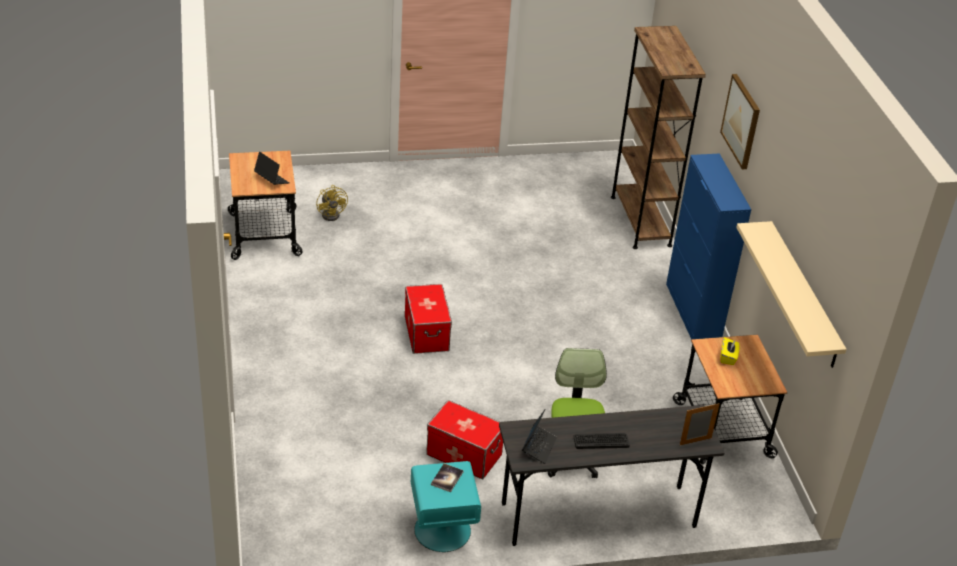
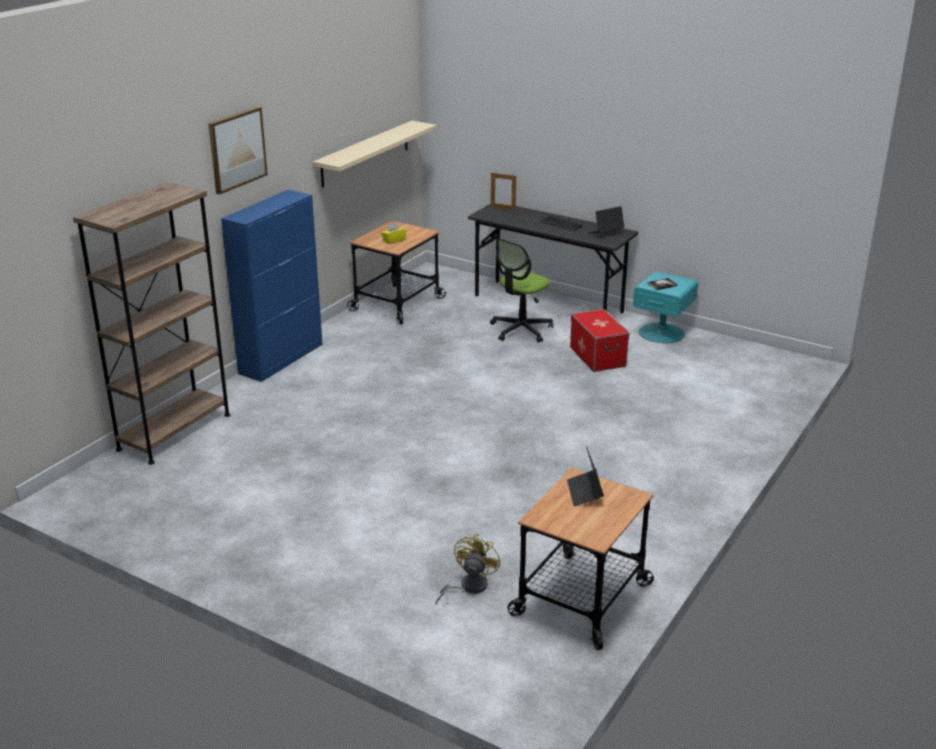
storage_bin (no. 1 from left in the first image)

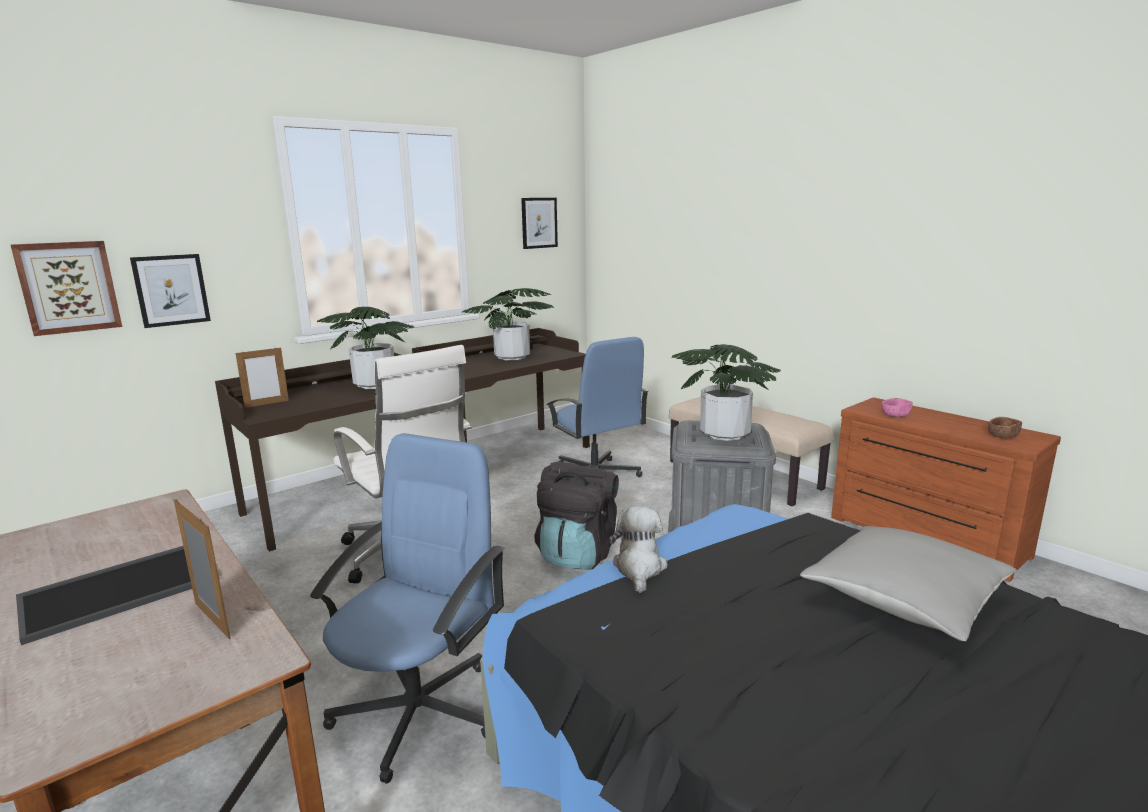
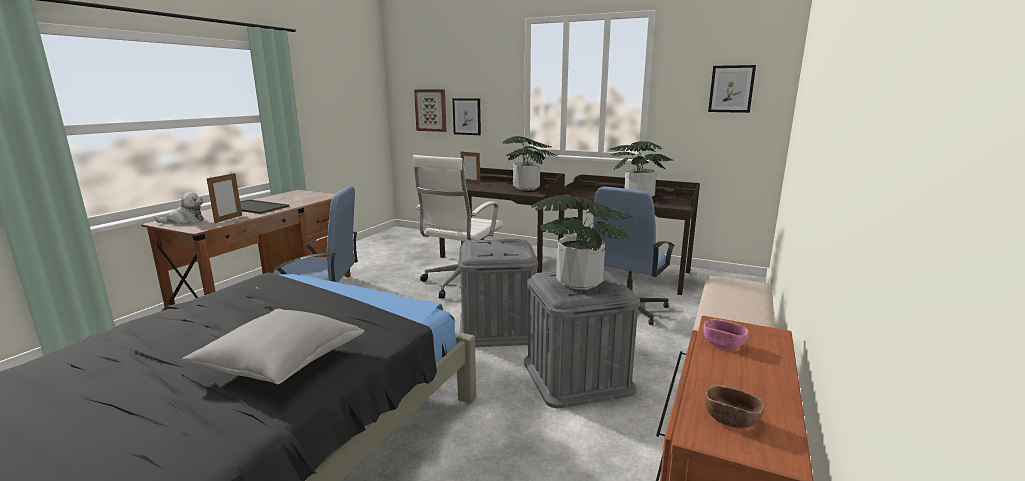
grey_storage_bin (no. 1 from left)
soft_toy

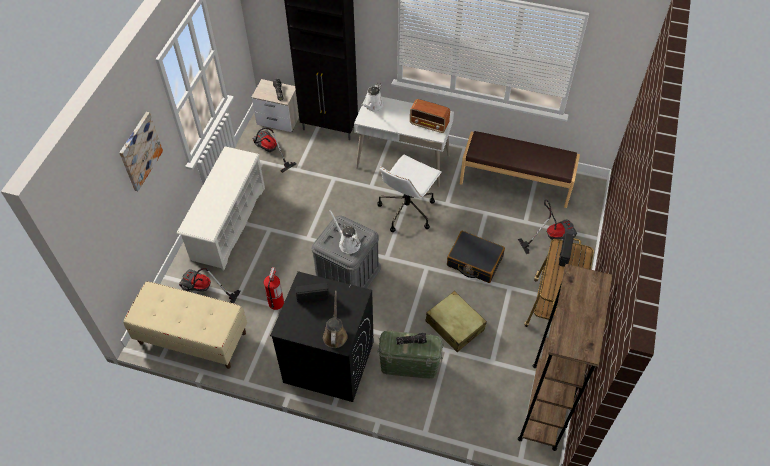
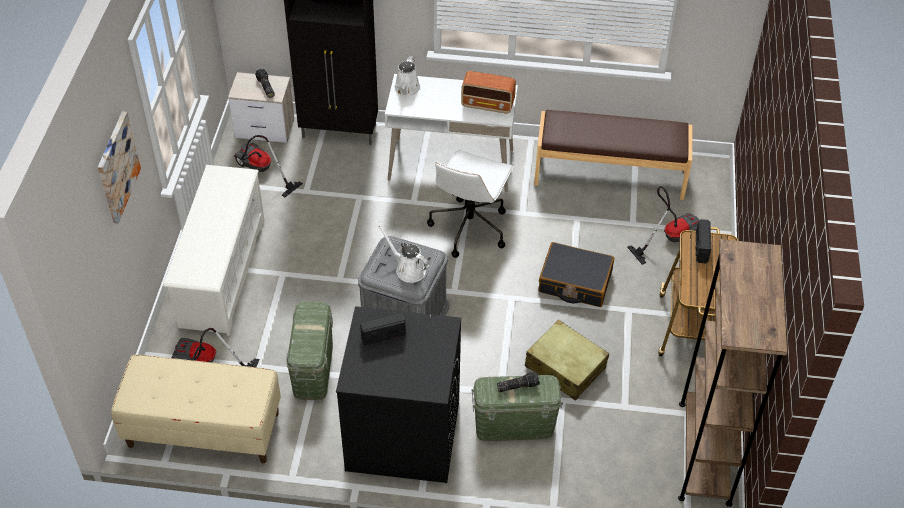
green_storage_bin (no. 1 from left)
brown-coloured_watering_pot

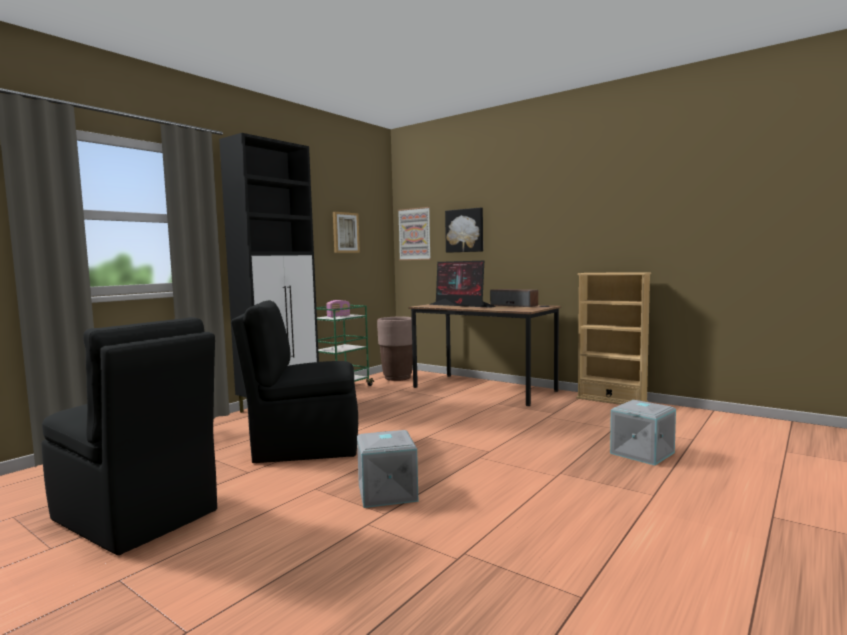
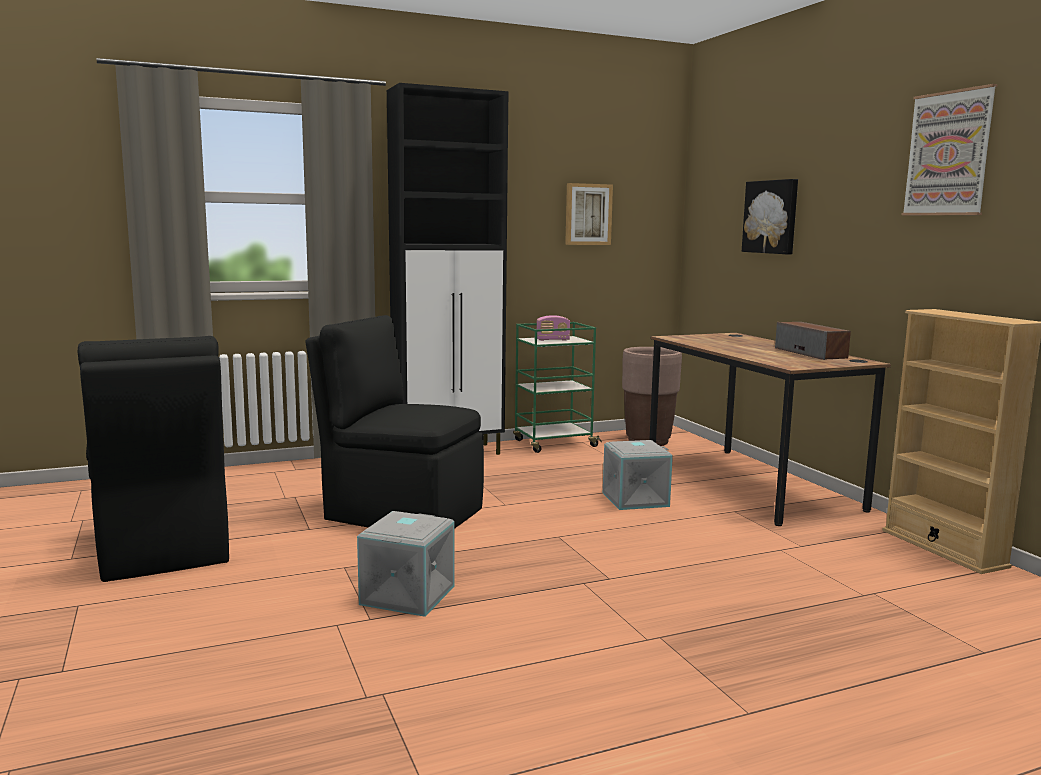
wall_picture (no. 3 from left)
computer_display
grey_storage_bin (no. 2 from left)

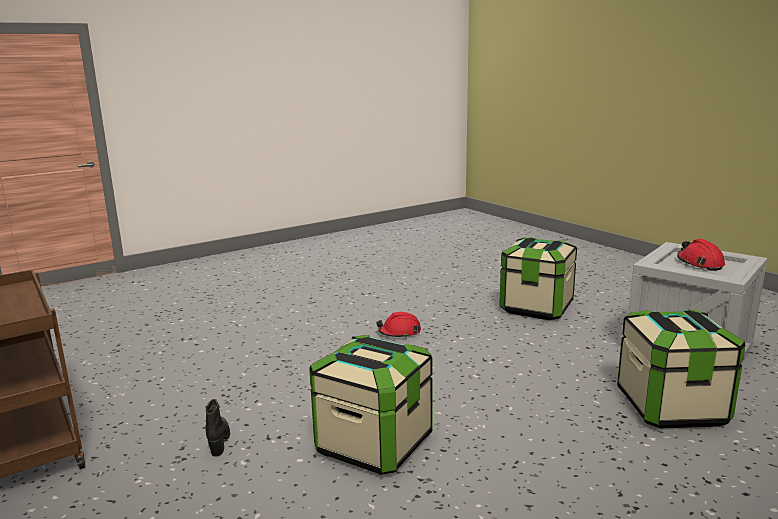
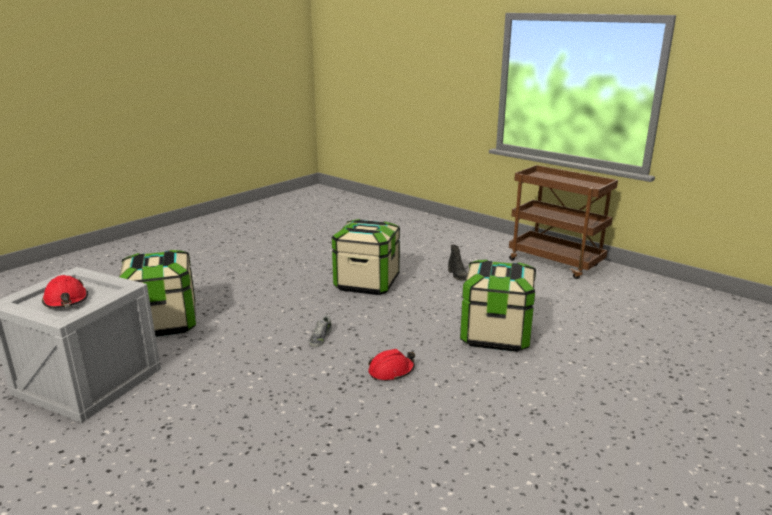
storage_bin (no. 3 from left)
item_of_footwear

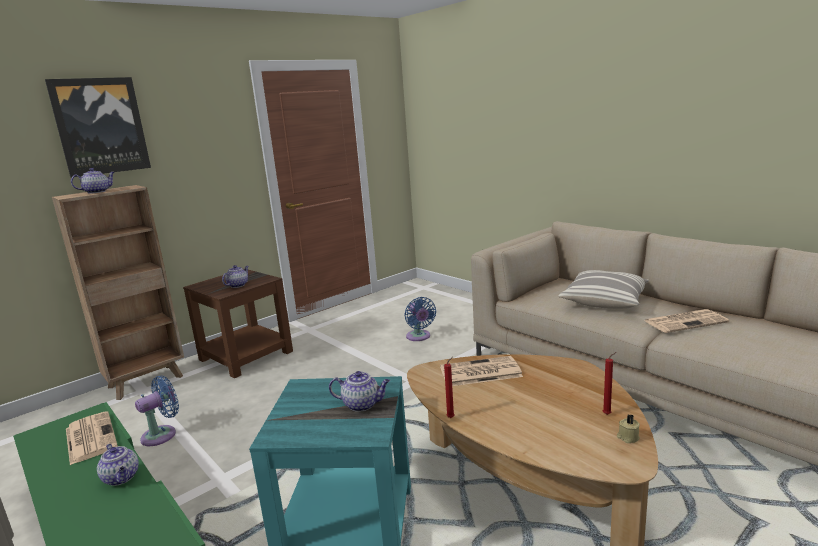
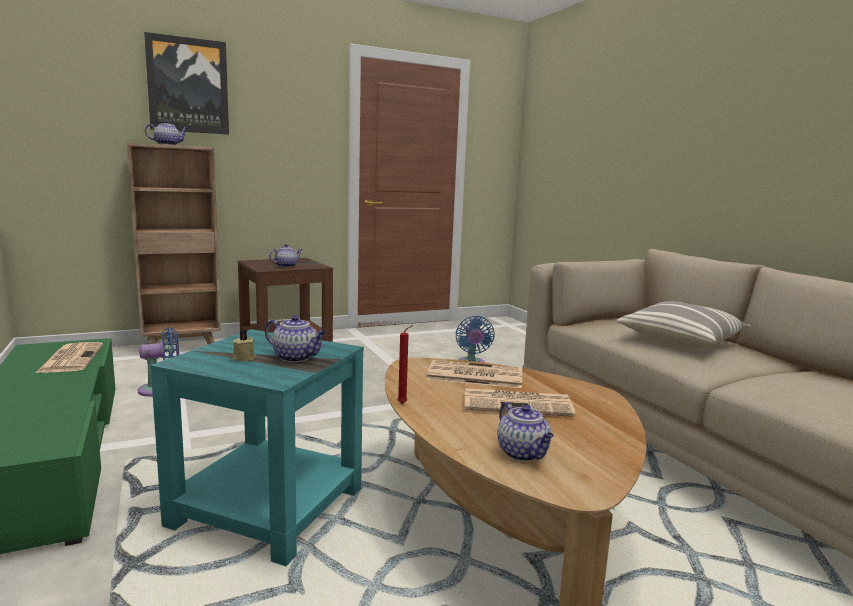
tea_pot (no. 4 from left)
red-coloured_wax_light (no. 2 from left in the first image)
beige-coloured_wax_light
printed_paper (no. 3 from left)

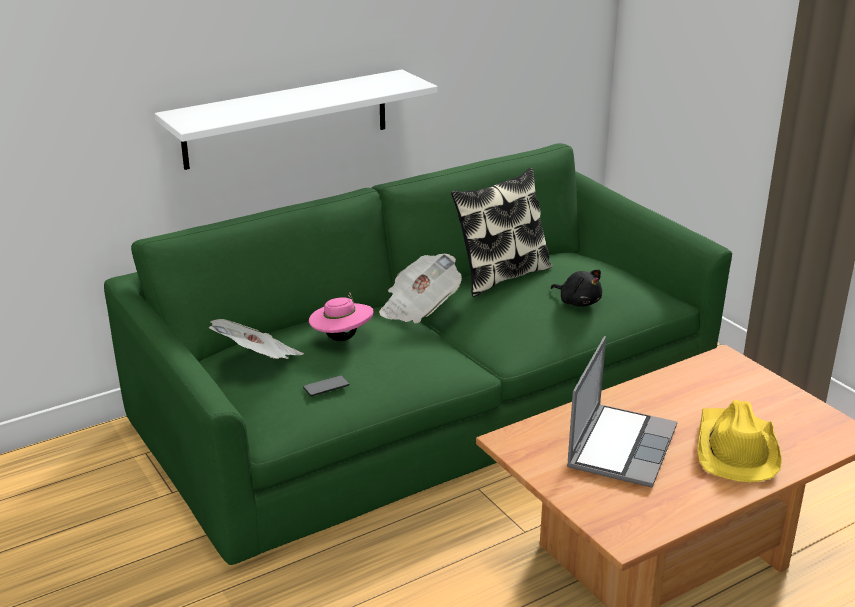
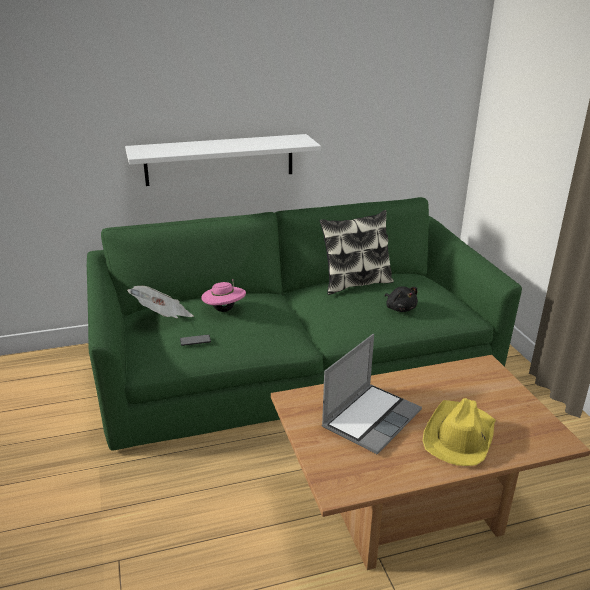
printed_paper (no. 2 from left in the first image)

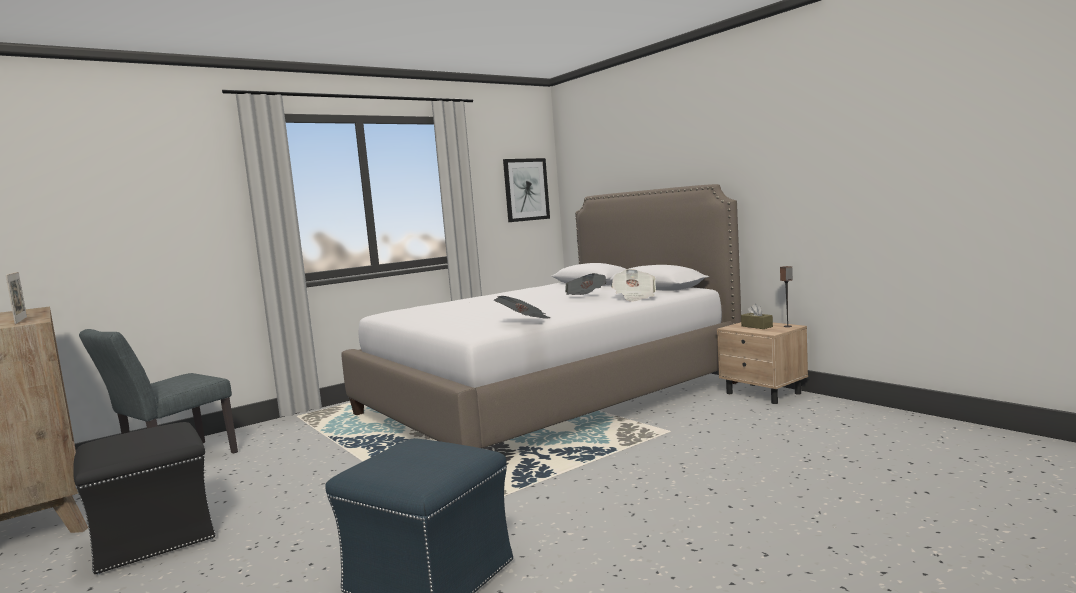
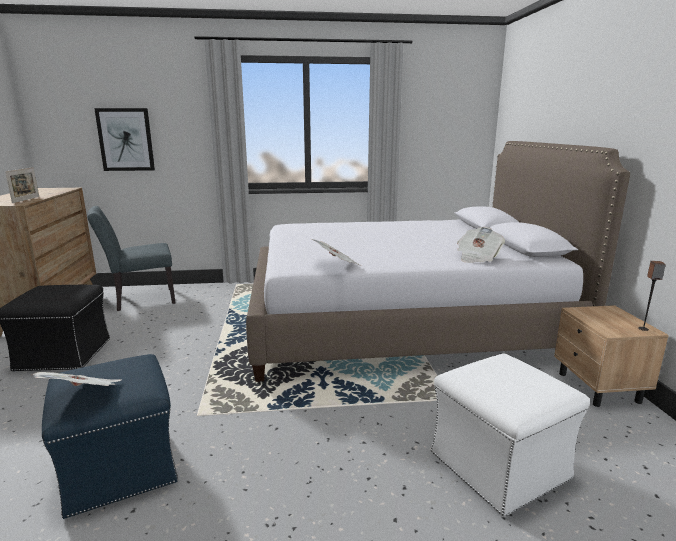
wall_picture
printed_paper (no. 1 from left)
brown-coloured_box_of_tissues
white_ottoman

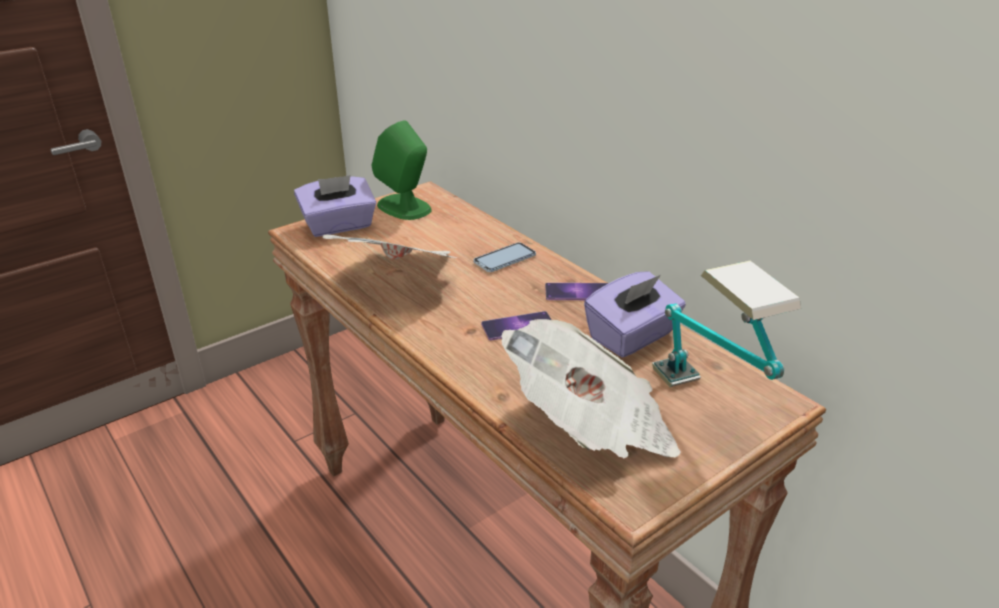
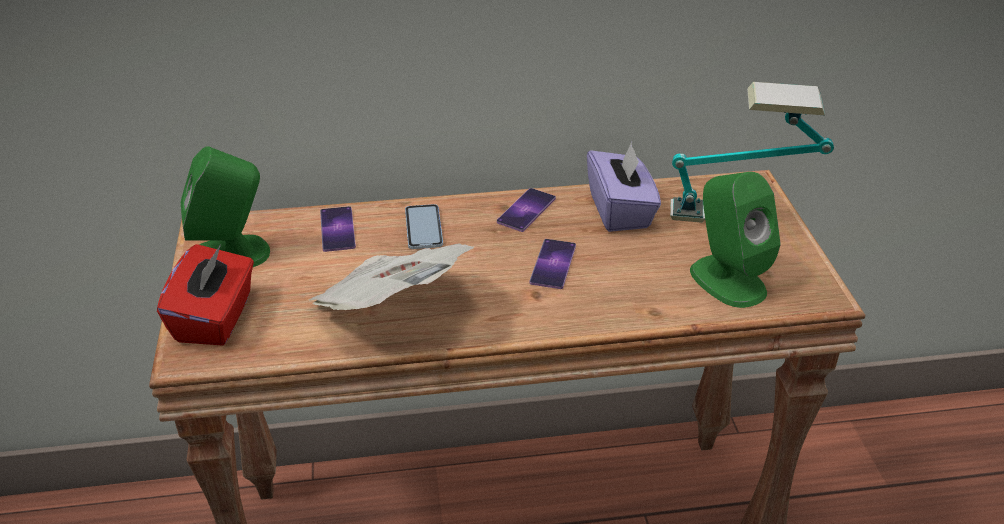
red-coloured_box_of_tissues
green_loudspeaker (no. 2 from left)
phone (no. 1 from left)

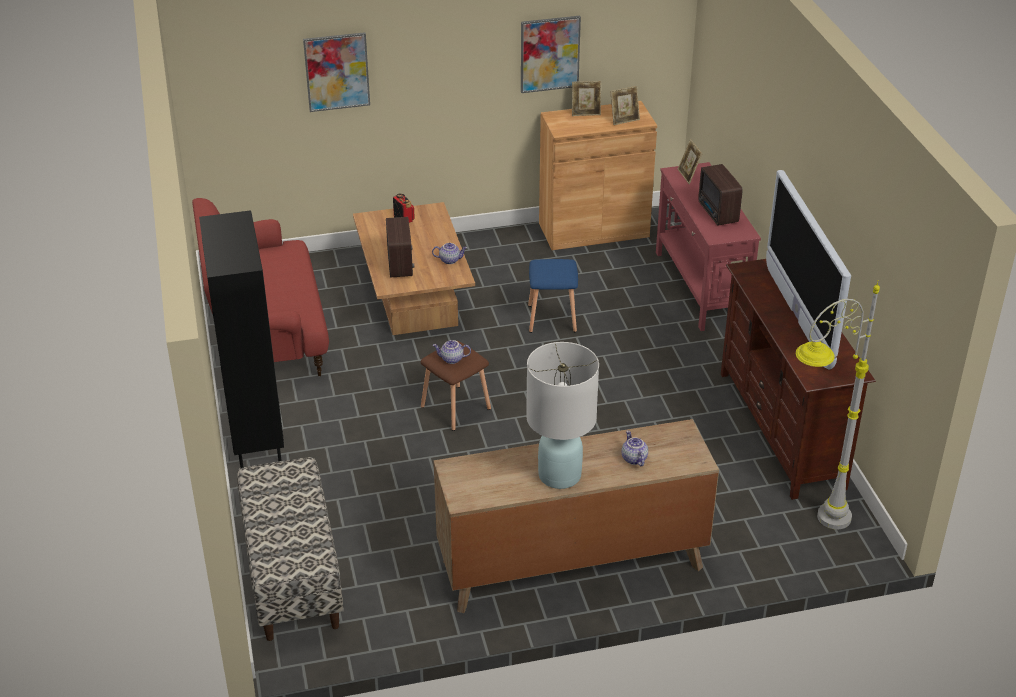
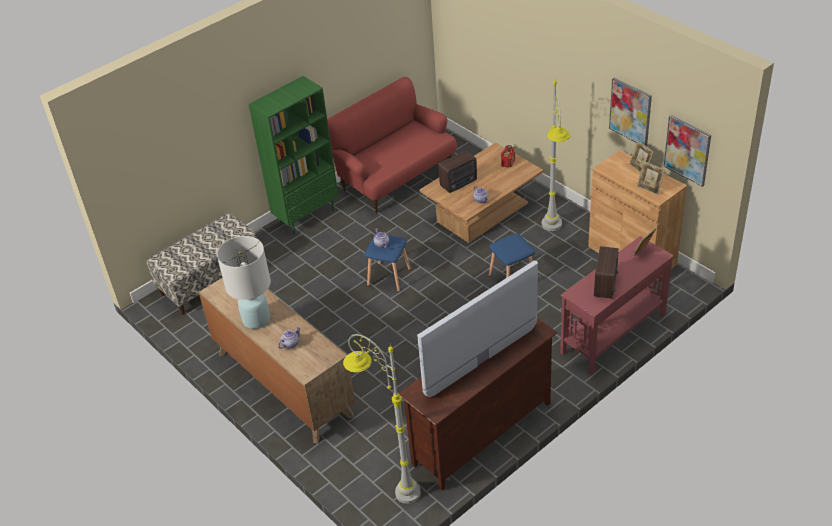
green_bookcase
wall_picture (no. 2 from left)
blue-coloured_sitting_stool (no. 1 from left)
radio_receiver (no. 3 from left)
grey_standard_lamp (no. 2 from left)

